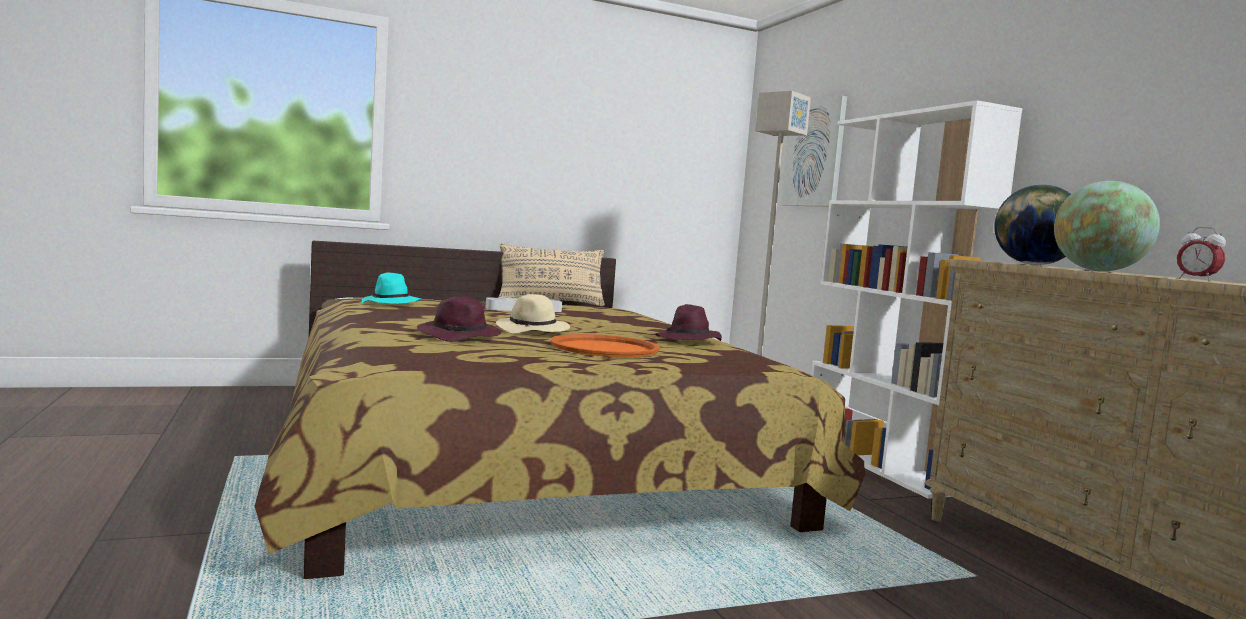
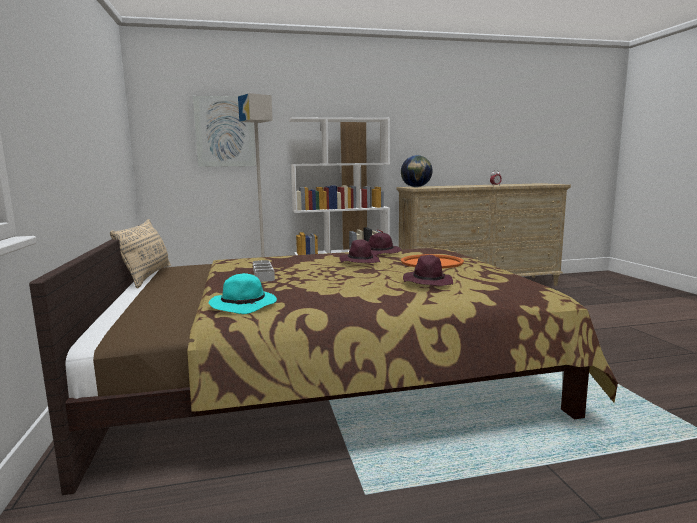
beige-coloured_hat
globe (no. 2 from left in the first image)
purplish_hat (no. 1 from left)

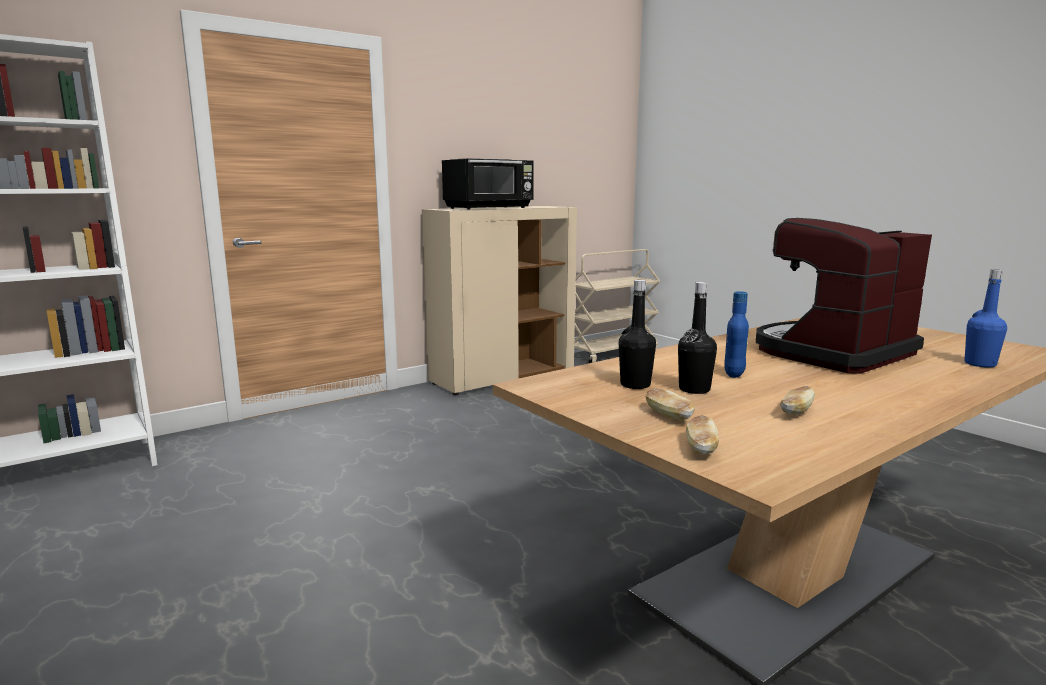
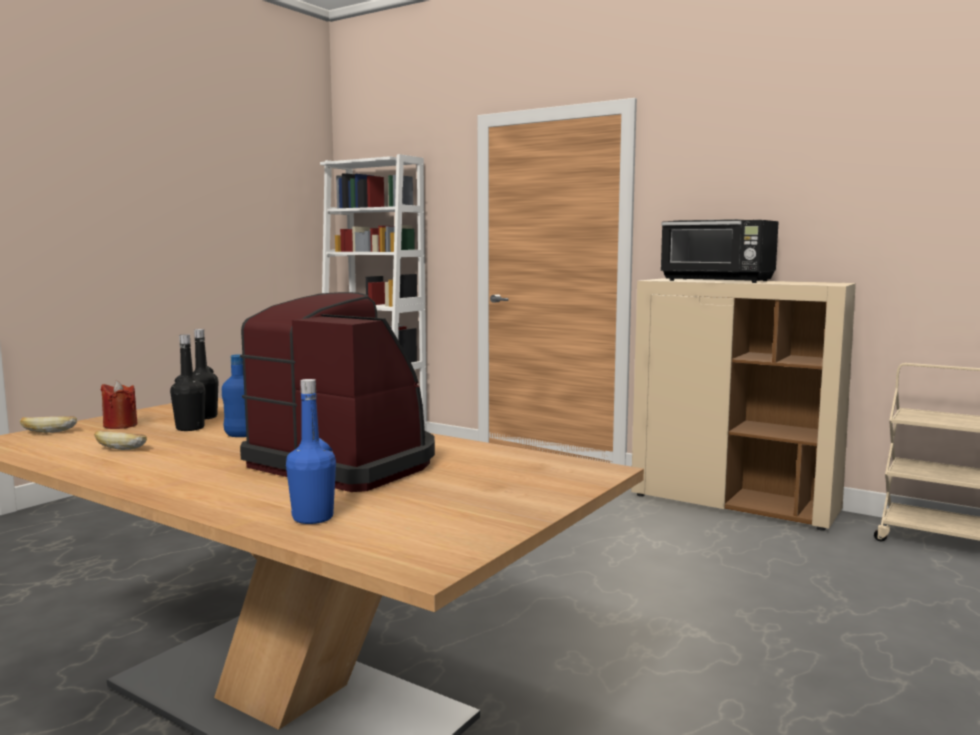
red-coloured_wax_light

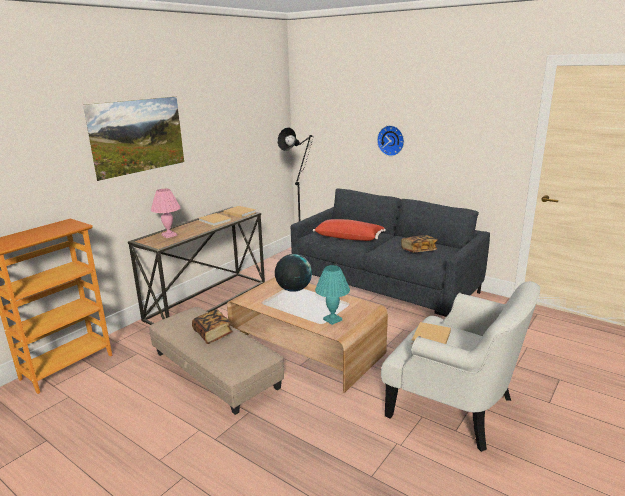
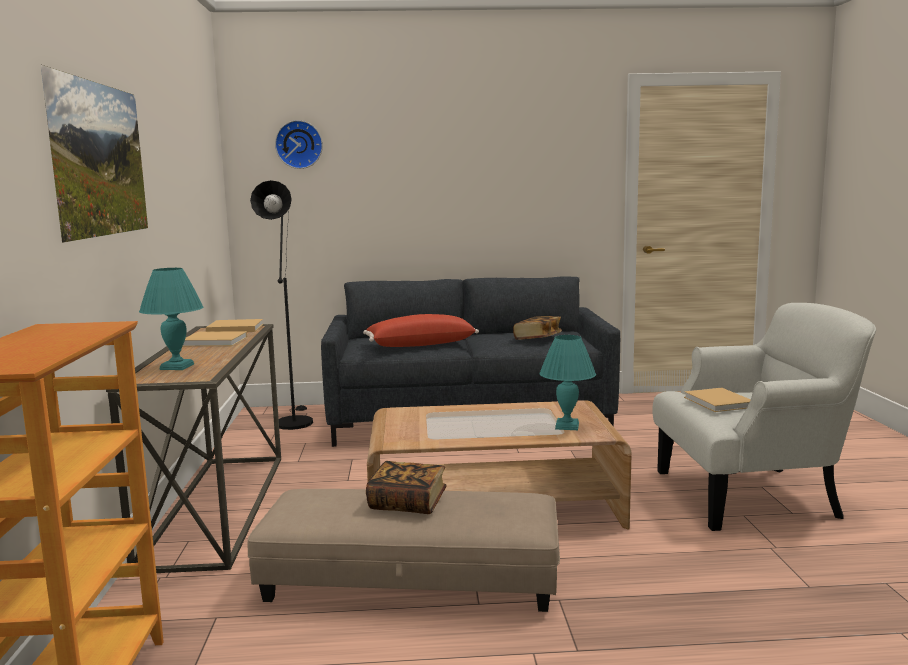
blue-green_lamp_for_a_table (no. 1 from left)
globe
wall_clock

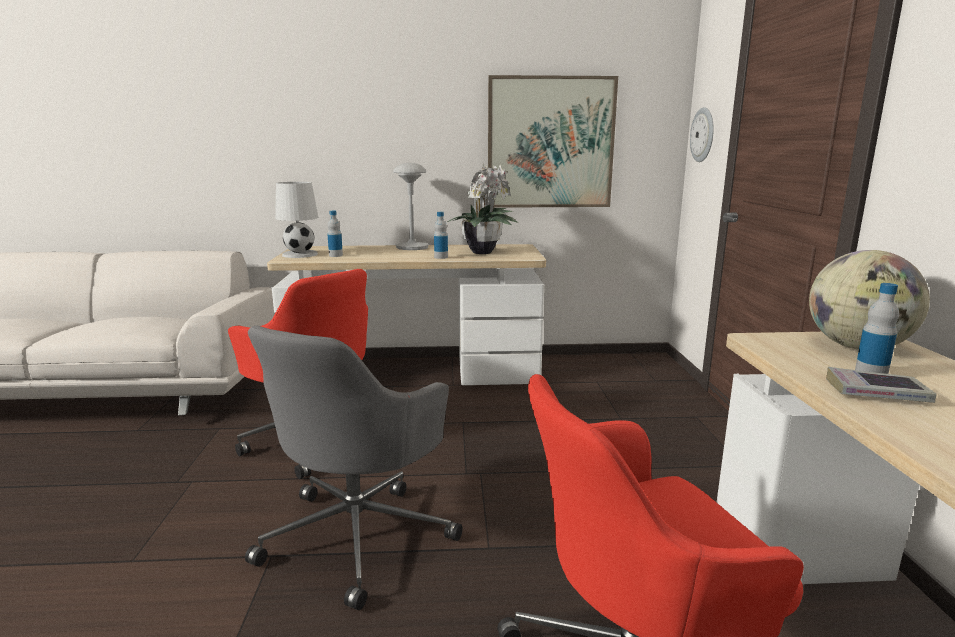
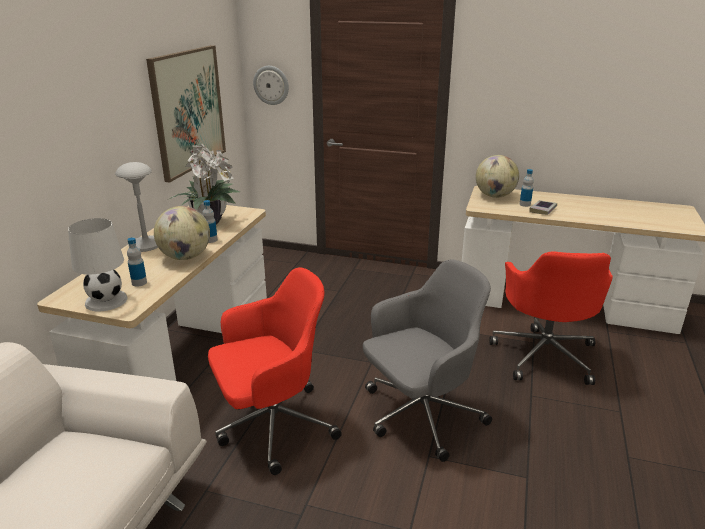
grey_computer_chair
globe (no. 1 from left)

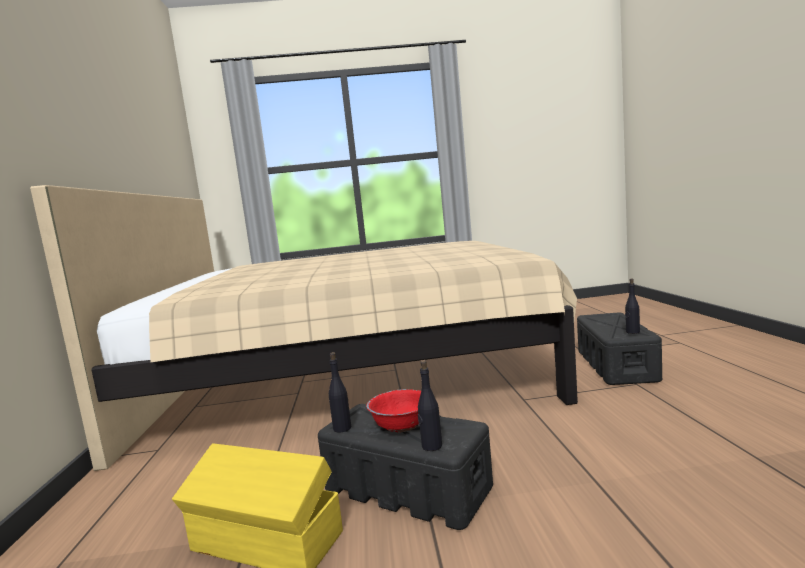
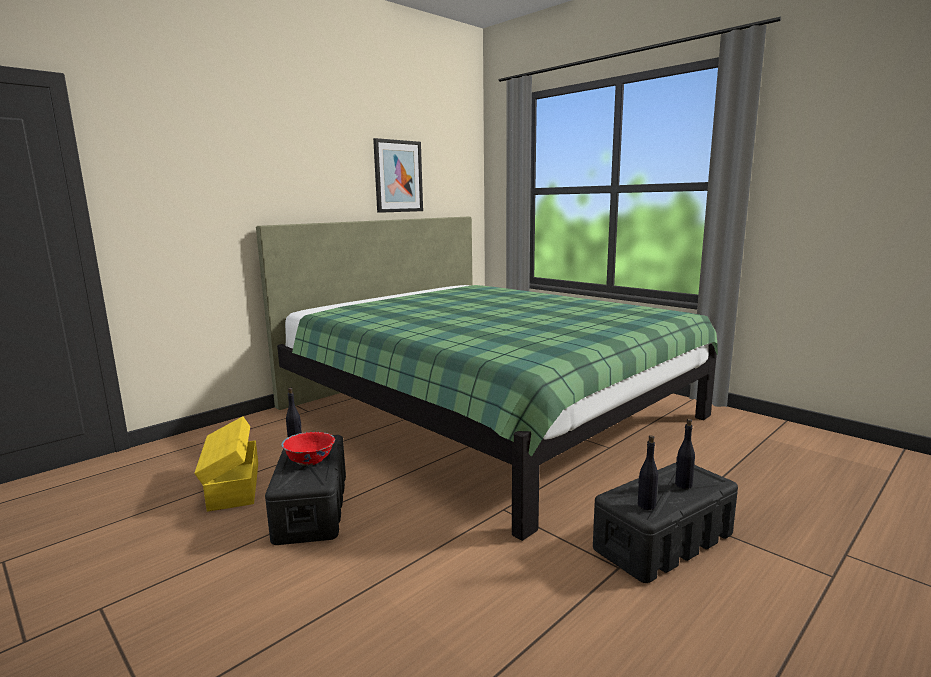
green_sleeping_bed
black_bottle (no. 3 from left)
wall_picture

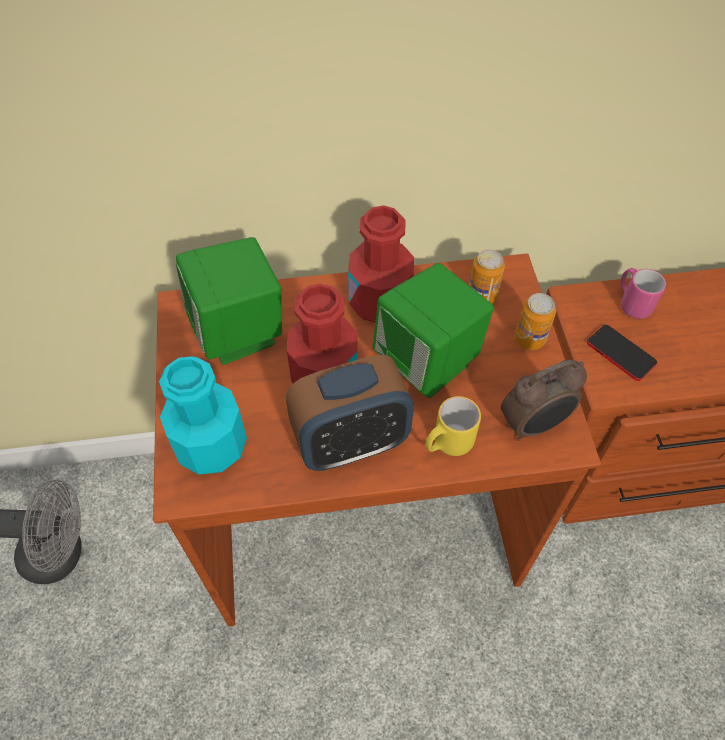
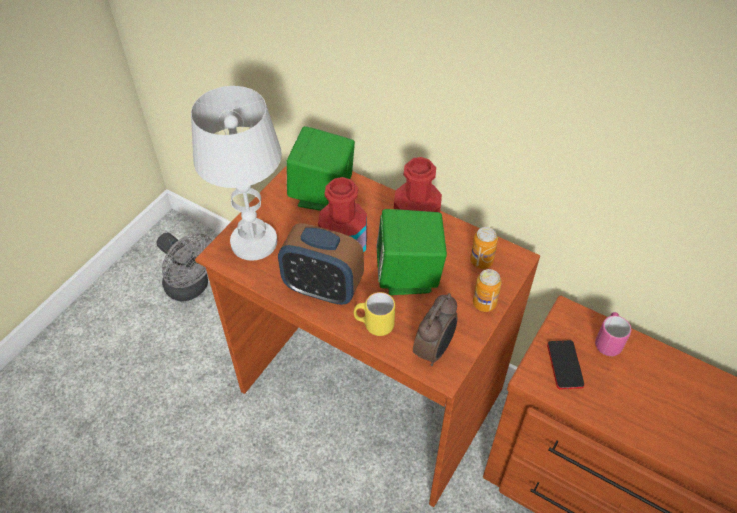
white_lamp_for_a_table
table_clock (no. 2 from left)

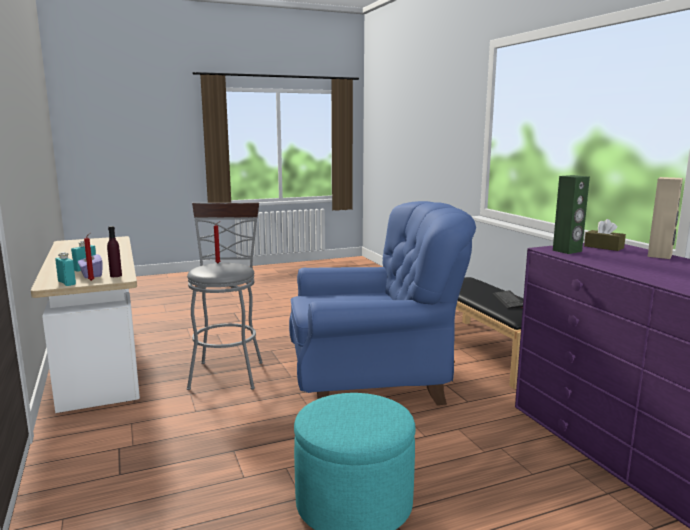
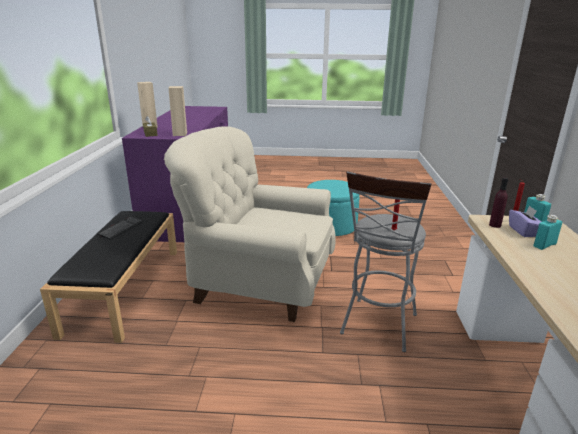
beige-coloured_armchair
beige-coloured_loudspeaker (no. 2 from left)

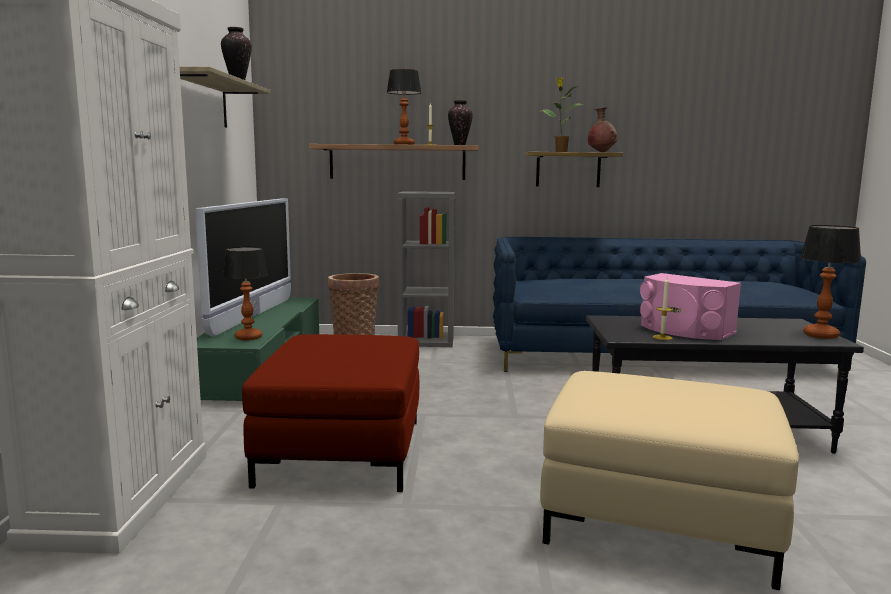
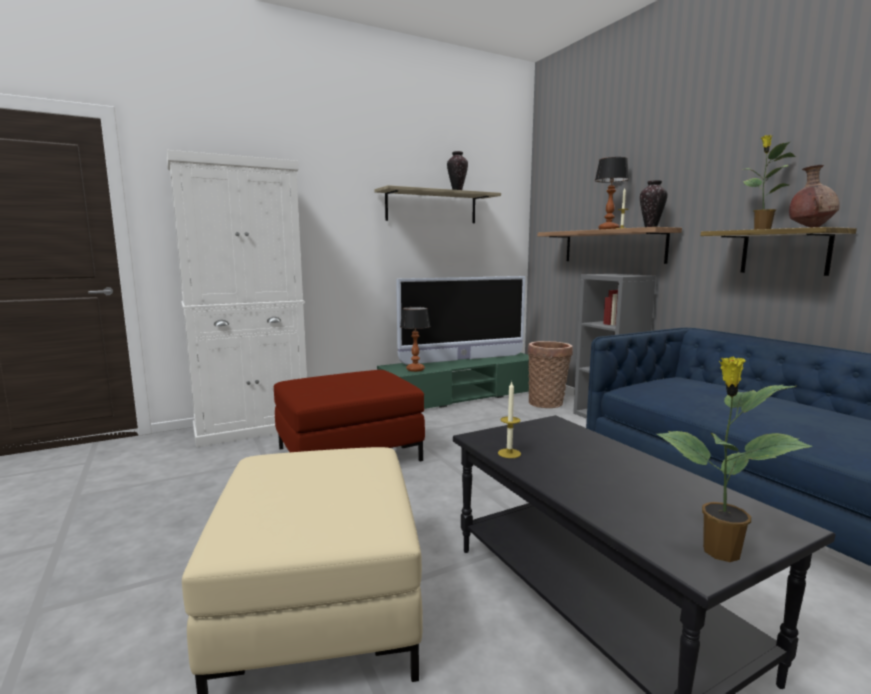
pinkish_loudspeaker
plant_in_a_pot (no. 1 from left)

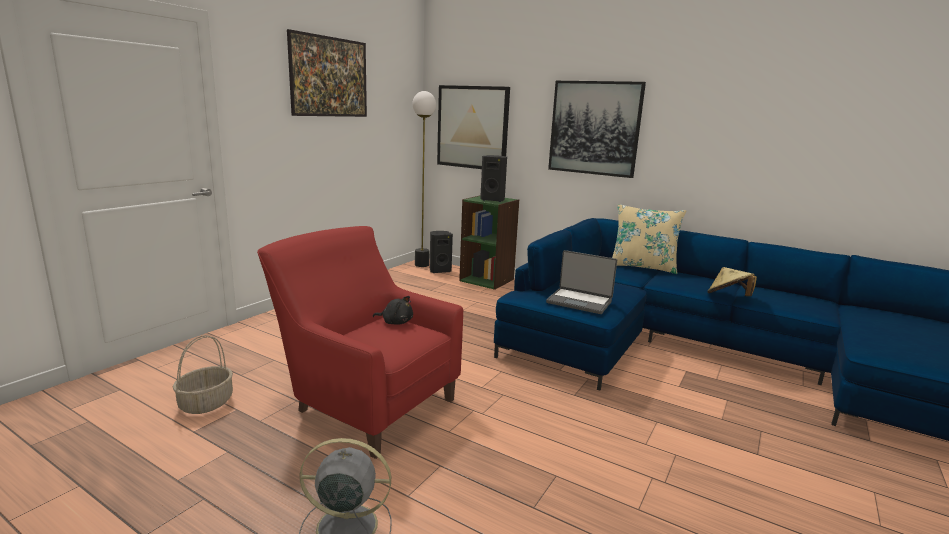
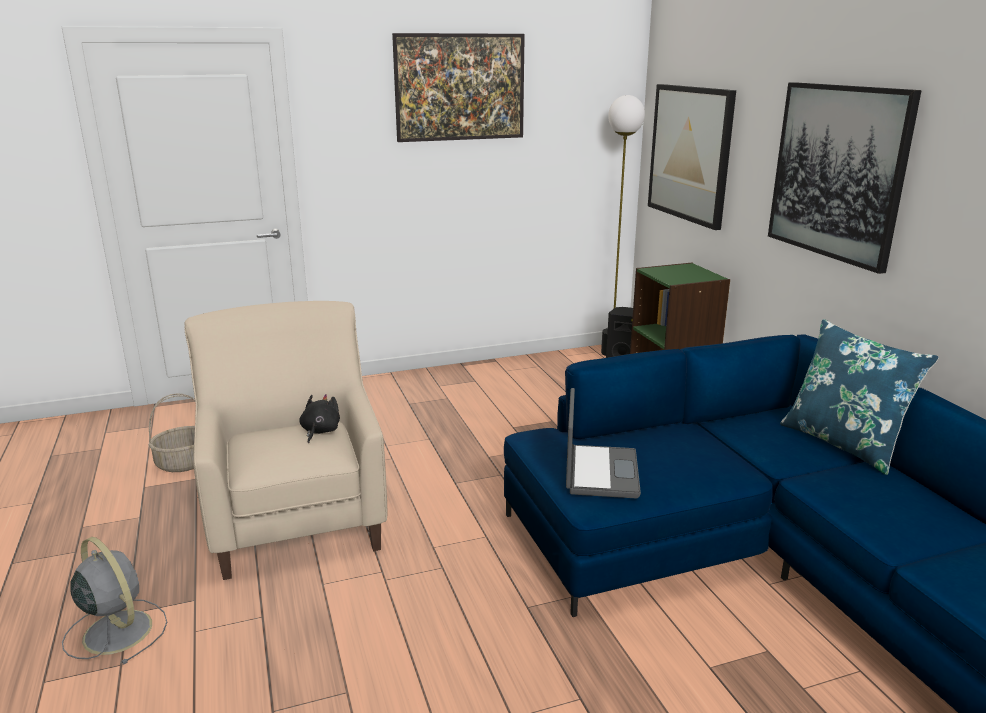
beige-coloured_armchair
black_soft_toy
black_loudspeaker (no. 2 from left in the first image)
portable_computer
blue-coloured_pillow
beige-coloured_hat

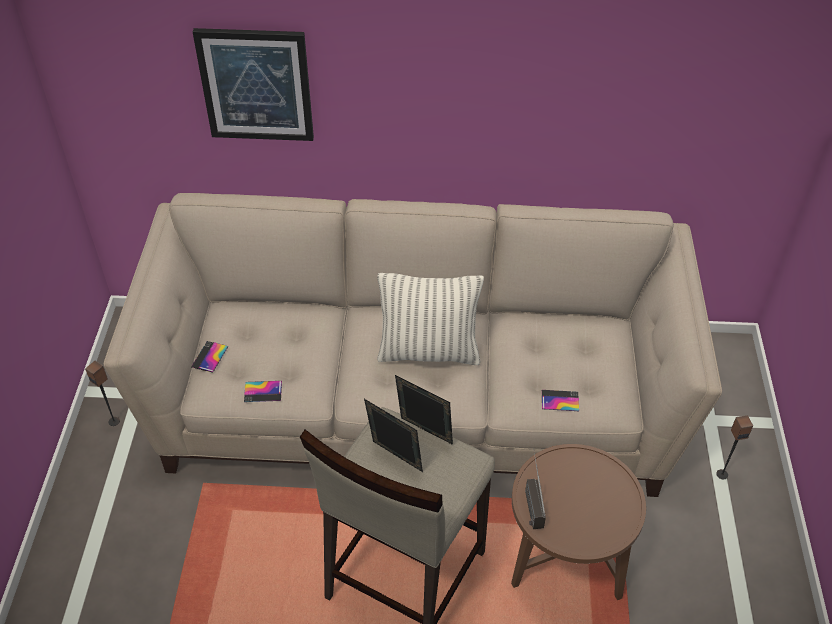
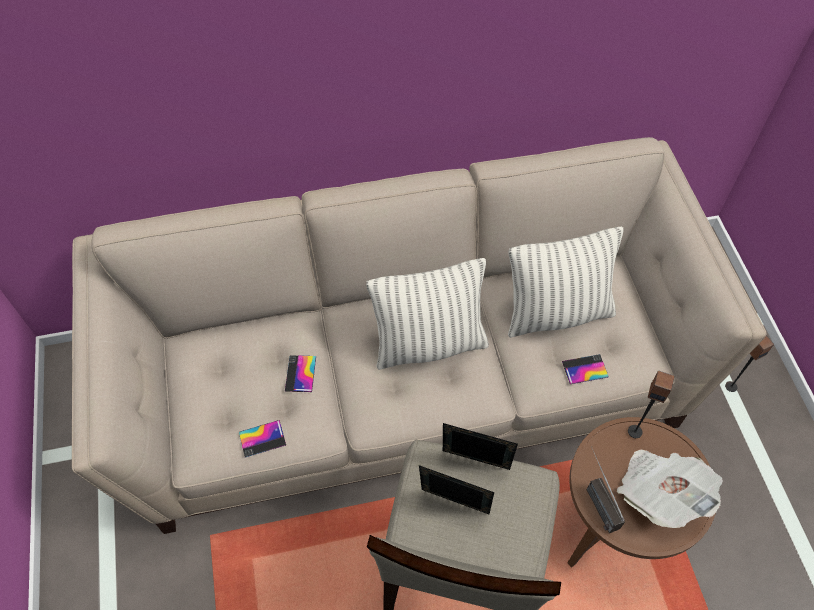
loudspeaker (no. 1 from left)
phone (no. 2 from left)
wall_picture
pillow (no. 2 from left)
printed_paper

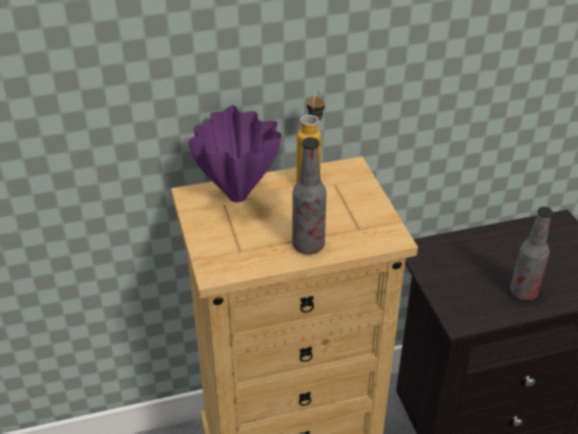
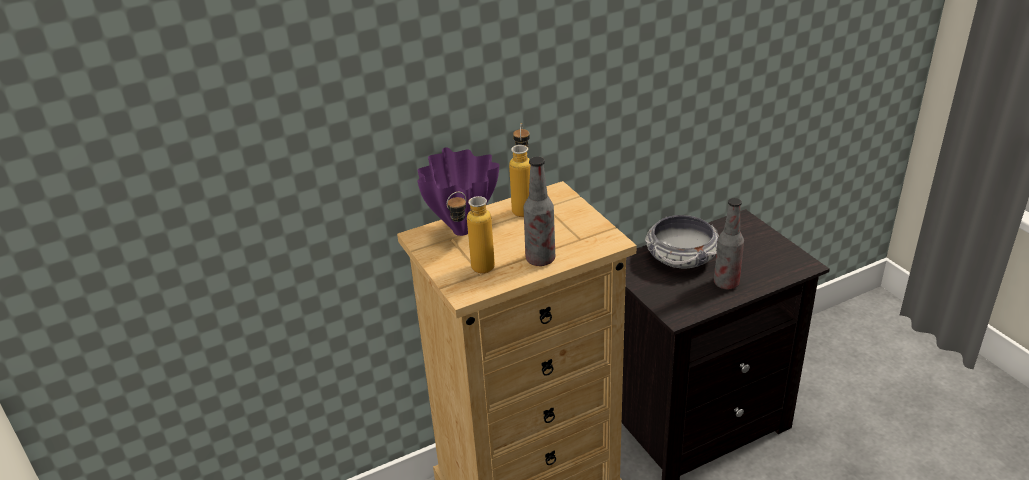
bottle (no. 1 from left)
bowl

